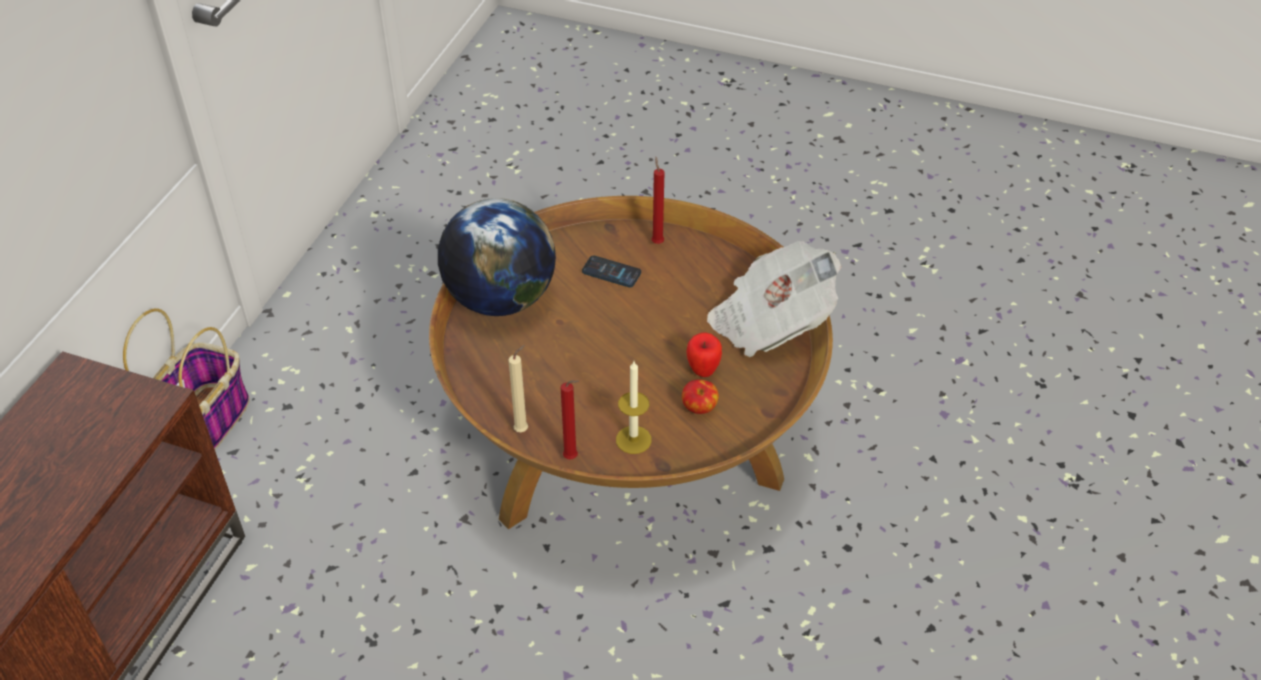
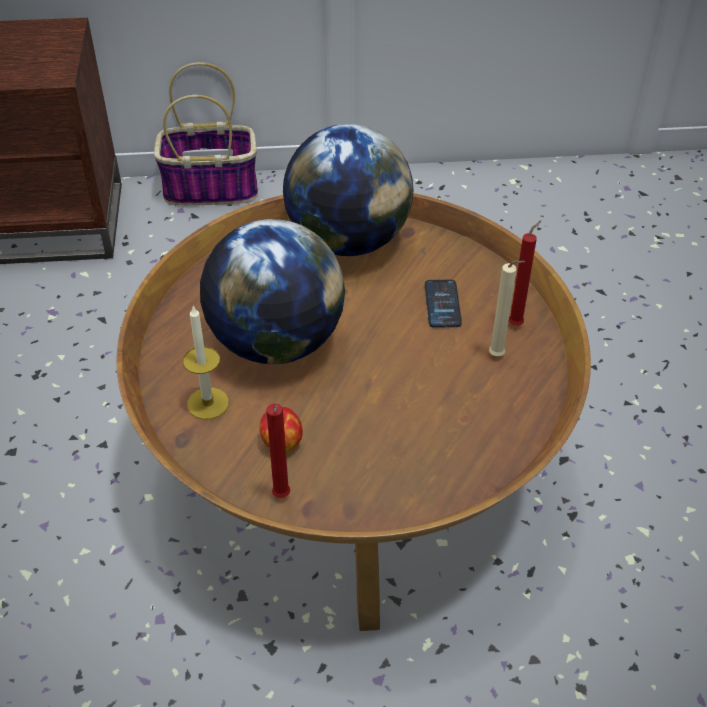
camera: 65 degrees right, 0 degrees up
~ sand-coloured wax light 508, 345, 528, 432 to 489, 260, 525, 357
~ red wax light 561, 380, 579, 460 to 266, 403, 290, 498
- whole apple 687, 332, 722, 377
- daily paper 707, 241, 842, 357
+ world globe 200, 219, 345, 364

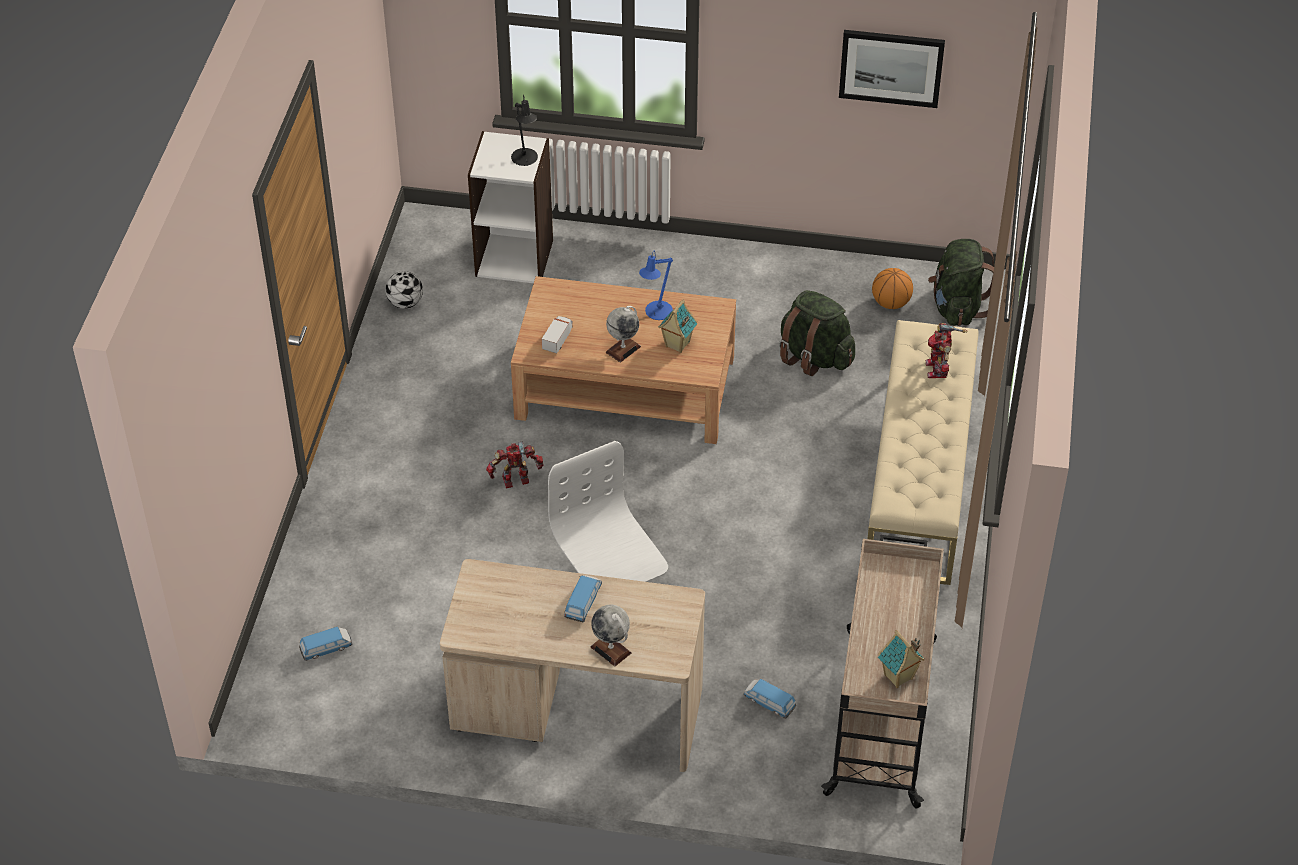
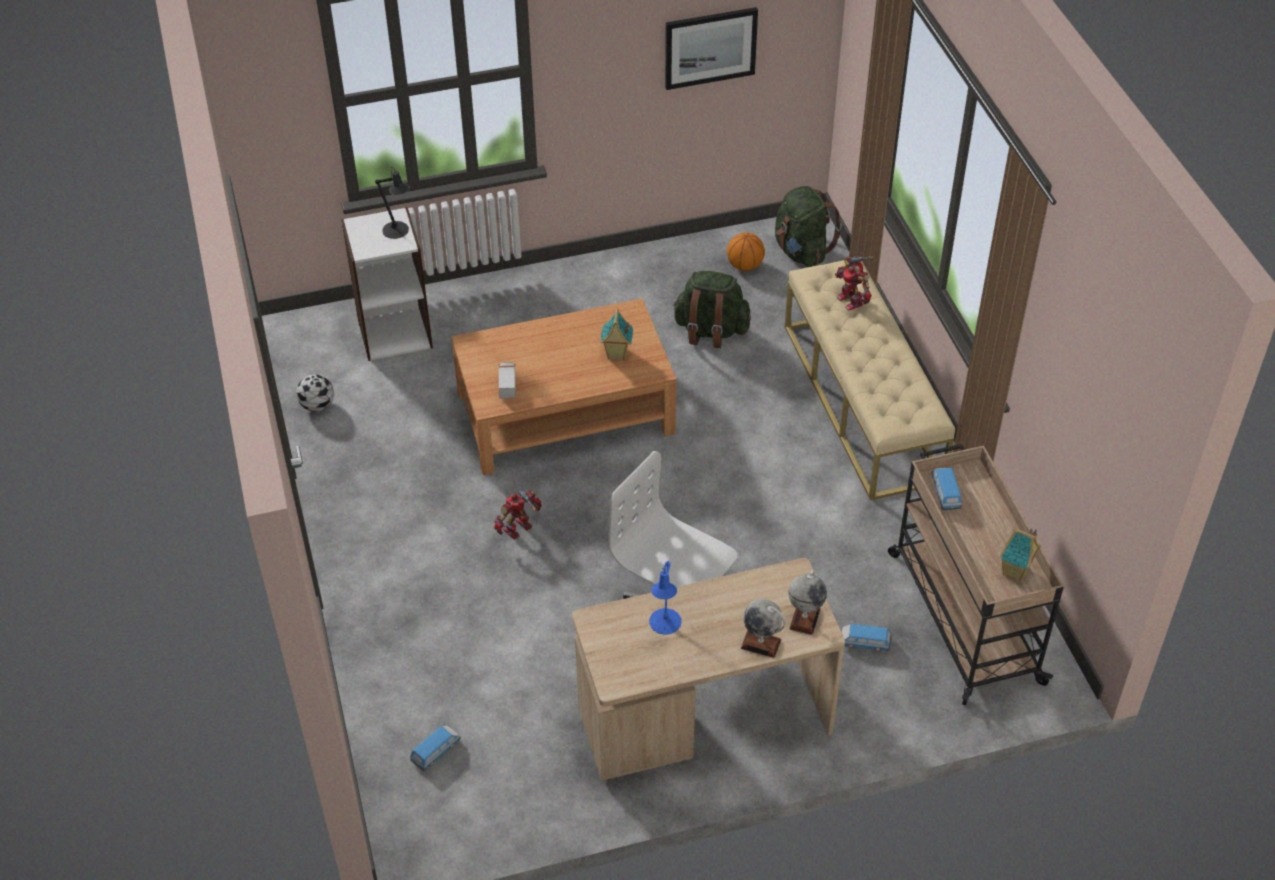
camera: 25 degrees left, 0 degrees up
~ model car 564, 575, 602, 622 to 932, 468, 962, 510
~ world globe 606, 306, 641, 362 to 788, 570, 827, 635
~ blue-coloured tabletop lamp 639, 251, 673, 320 to 649, 561, 681, 635

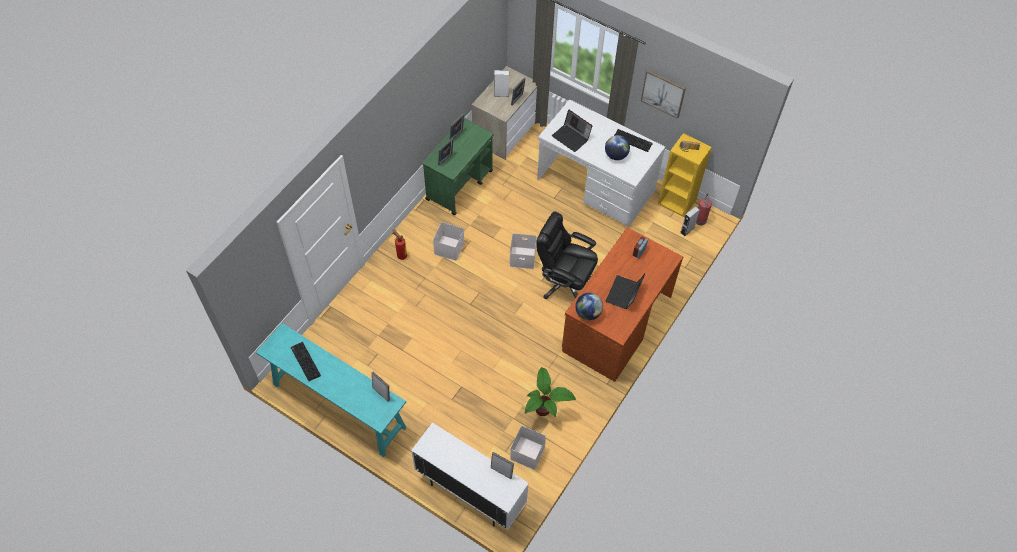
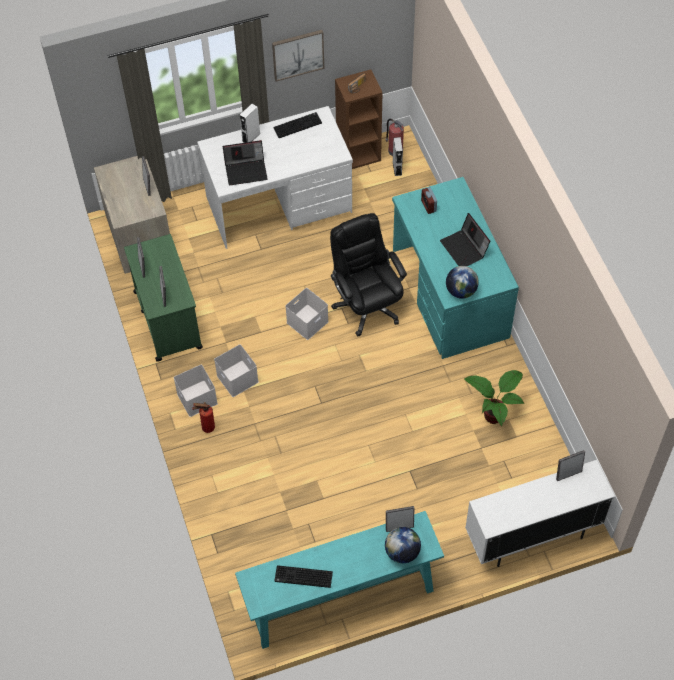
camera: 50 degrees left, 0 degrees up
~ white audio speaker 494, 70, 509, 97 to 240, 104, 261, 143
~ white storage bin 510, 426, 546, 470 to 174, 365, 218, 417
~ black-coloured office chair 536, 212, 598, 299 = 330, 213, 407, 336 90 degrees clockwise
~ brown-coloured desk 562, 227, 683, 382 to turquoise-coloured desk 392, 177, 519, 359
~ world globe 605, 135, 630, 160 to 385, 527, 421, 563
~ yellowish bookshelf 658, 133, 712, 217 to brown-coloured bookshelf 335, 70, 382, 169

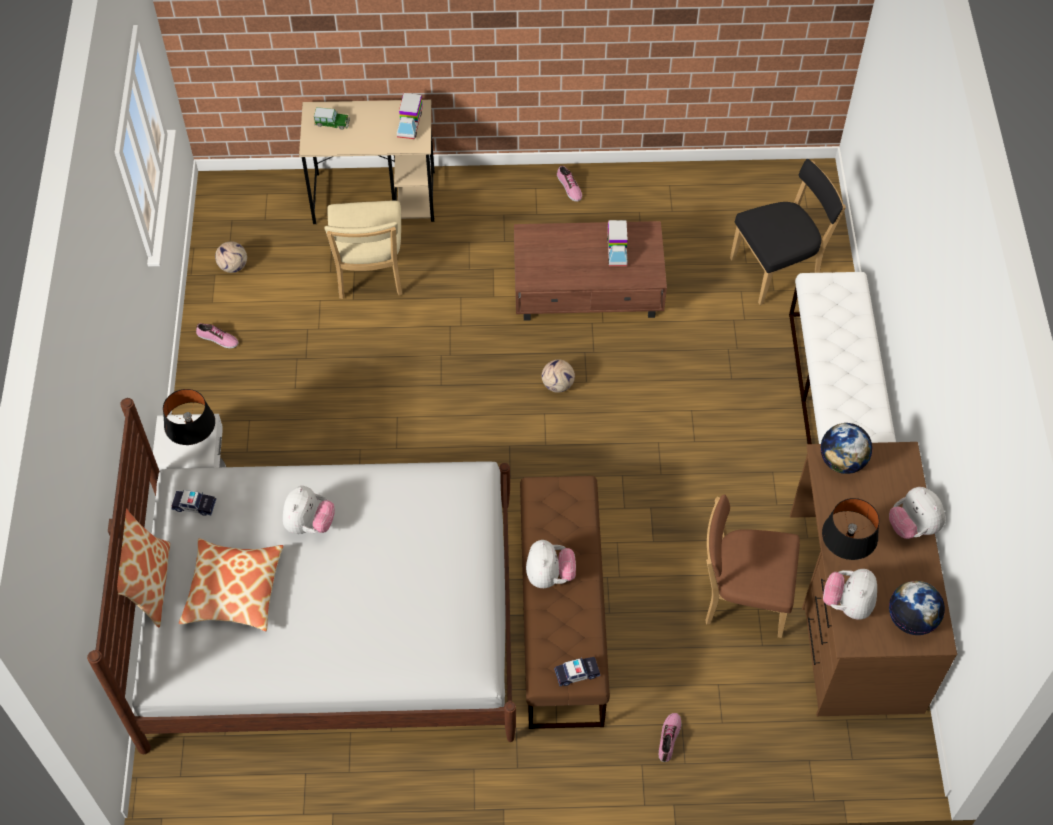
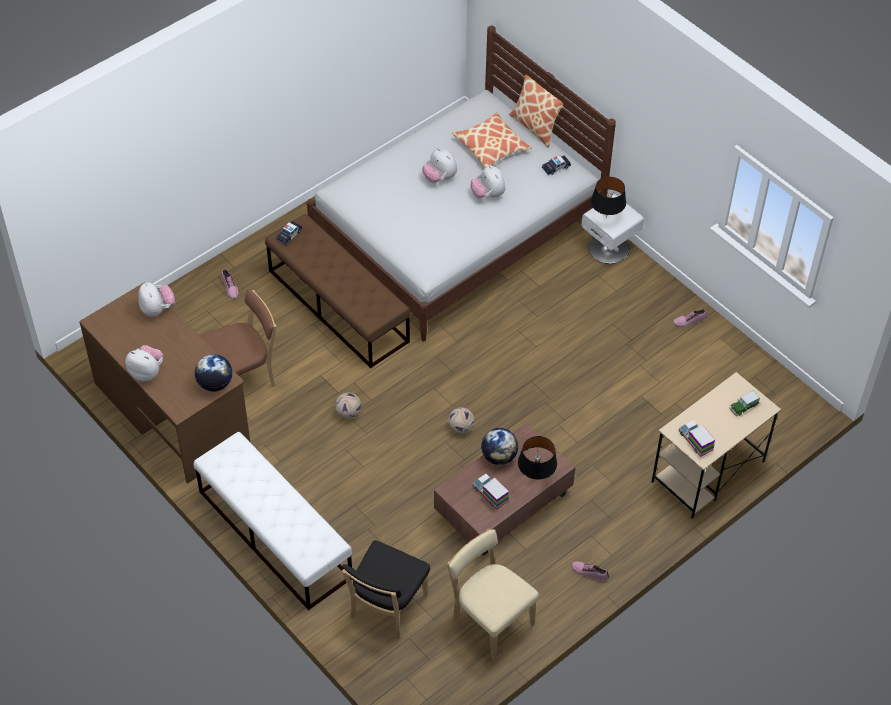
camera: 140 degrees right, 5 degrees down
~ football ball 215, 242, 247, 273 to 335, 393, 361, 418
~ sand-coloured plain chair 324, 200, 402, 299 to 447, 529, 539, 660
~ cuddly toy 526, 540, 576, 588 to 422, 148, 457, 183
~ black-coloured tabletop lamp 822, 498, 879, 560 to 518, 436, 557, 480
~ world globe 889, 581, 945, 635 to 481, 428, 518, 465

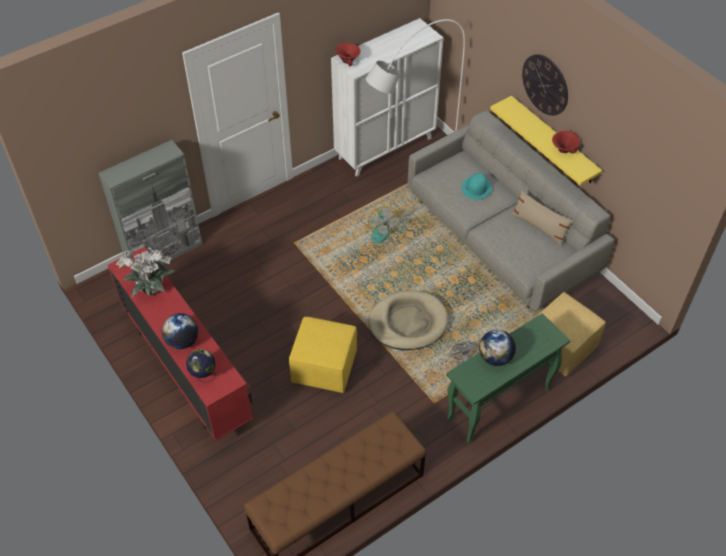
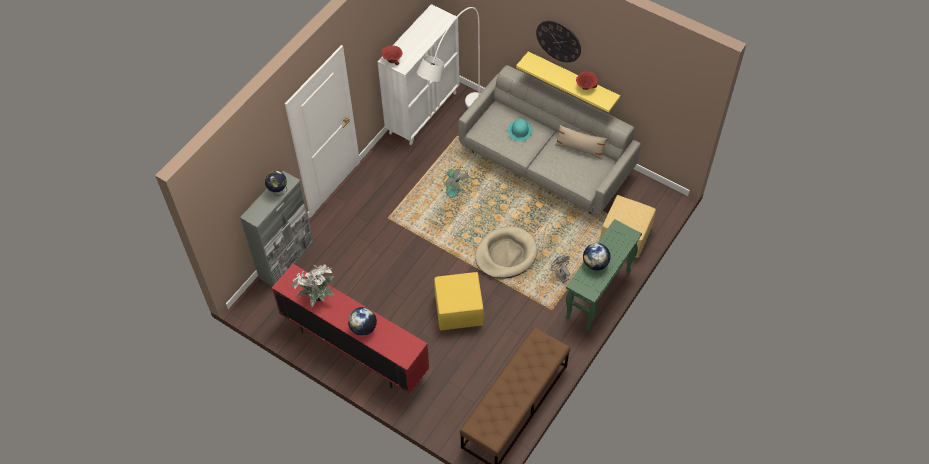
camera: 20 degrees left, 5 degrees up
~ world globe 186, 349, 216, 383 to 265, 171, 287, 196

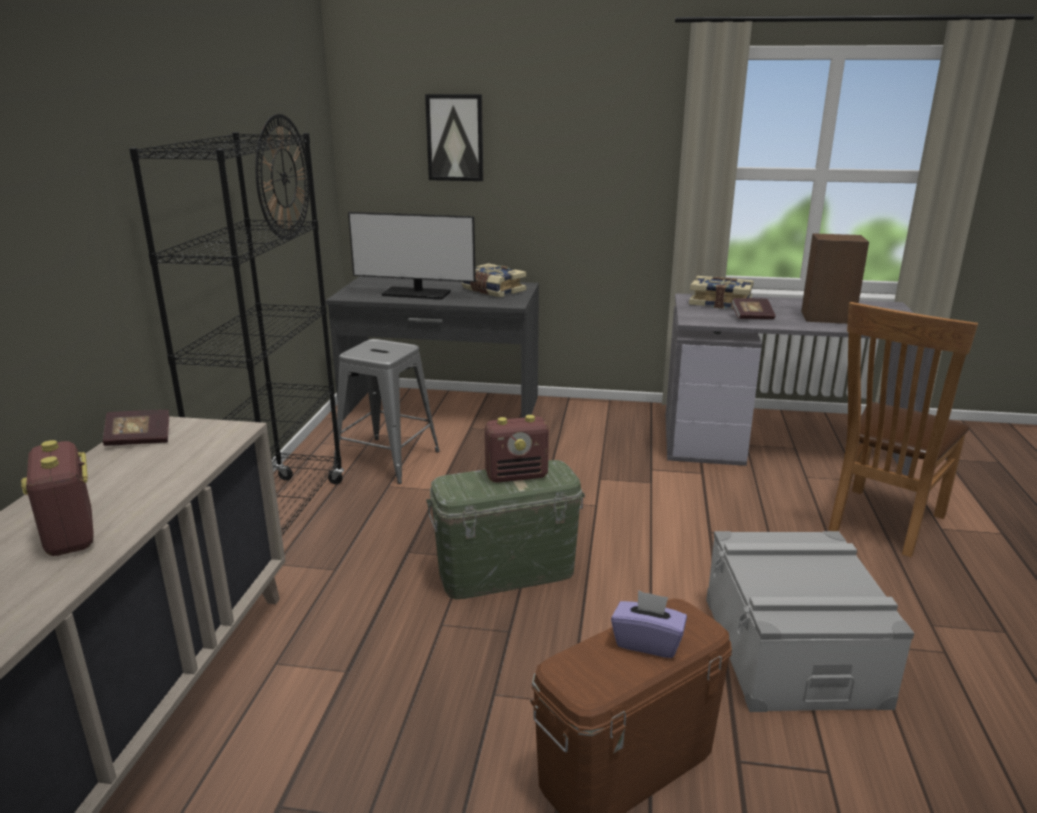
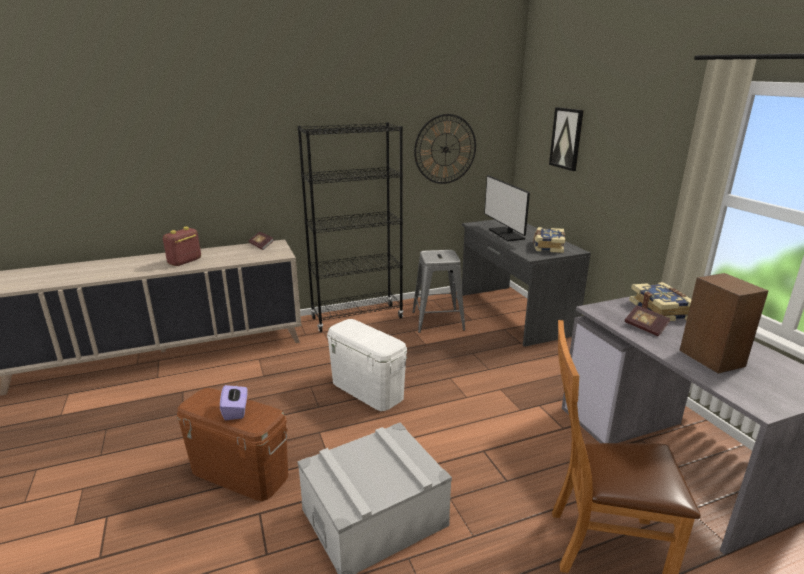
camera: 60 degrees right, 0 degrees up
~ green storage bin 426, 460, 585, 599 to white storage bin 327, 319, 407, 411
- radio set 485, 415, 549, 482

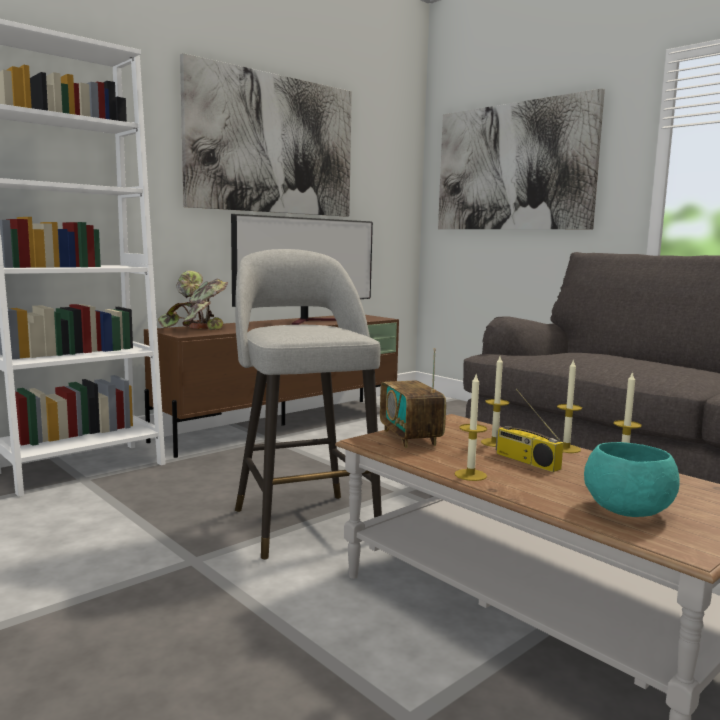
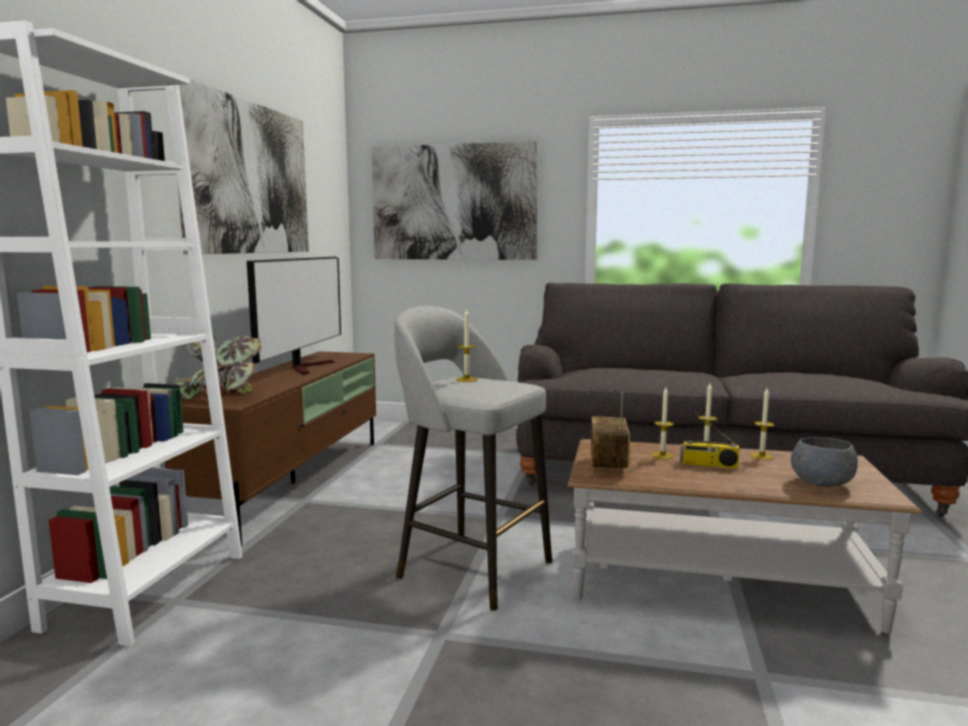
camera: 35 degrees left, 0 degrees up
~ radio set 380, 348, 446, 448 = 591, 393, 630, 475 60 degrees clockwise
~ wax light 455, 375, 487, 481 to 456, 308, 478, 382
~ turquoise-coloured bowl 584, 442, 679, 517 to grey bowl 791, 437, 858, 487

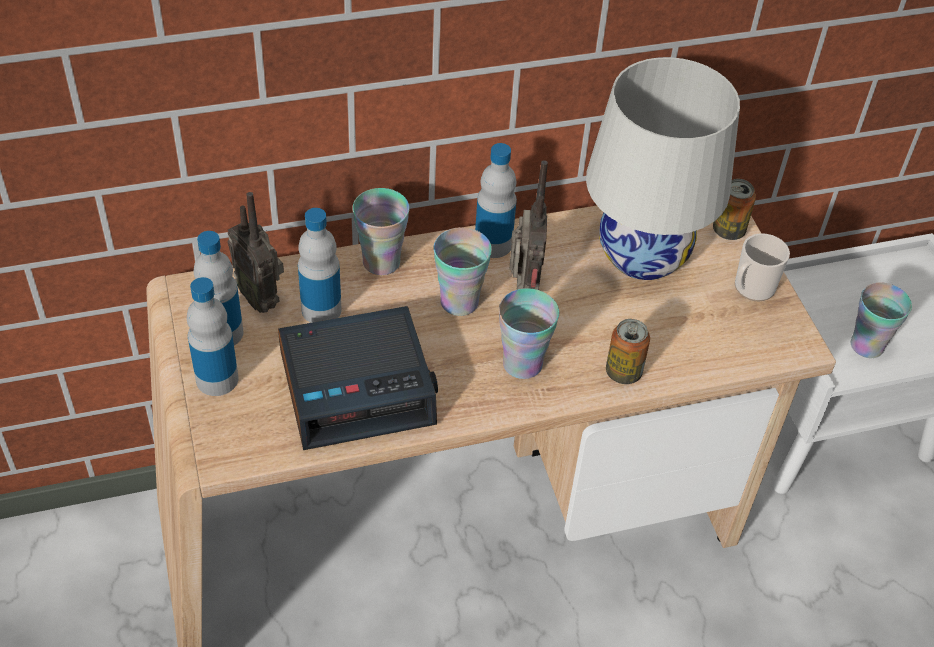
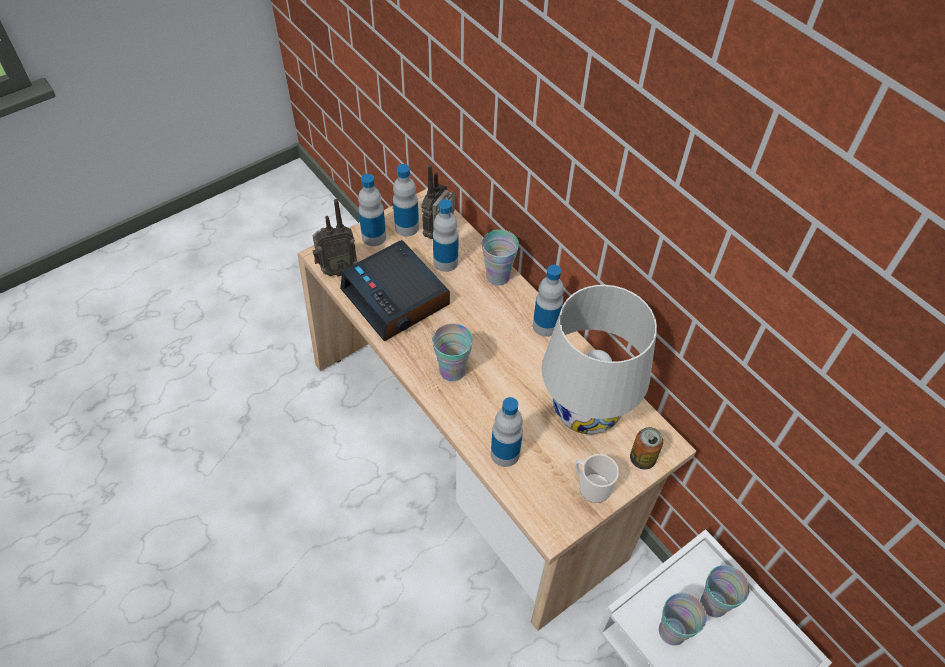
camera: 70 degrees right, 5 degrees up
~ small cup 433, 227, 492, 316 to 700, 565, 749, 617
~ radio set 509, 160, 548, 290 to 312, 199, 358, 277
- sealed can 606, 319, 650, 384
+ beverage bottle 491, 397, 523, 467

